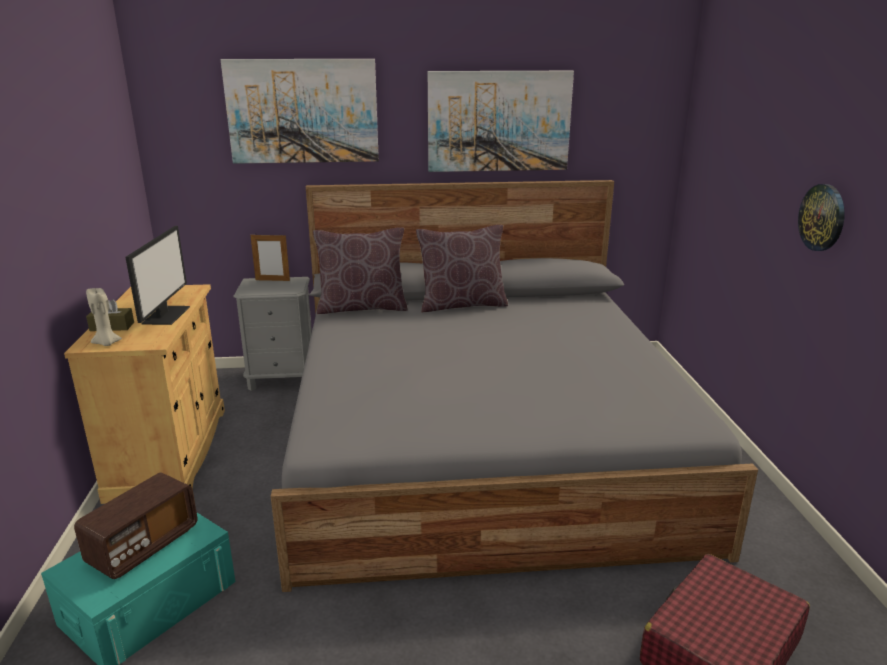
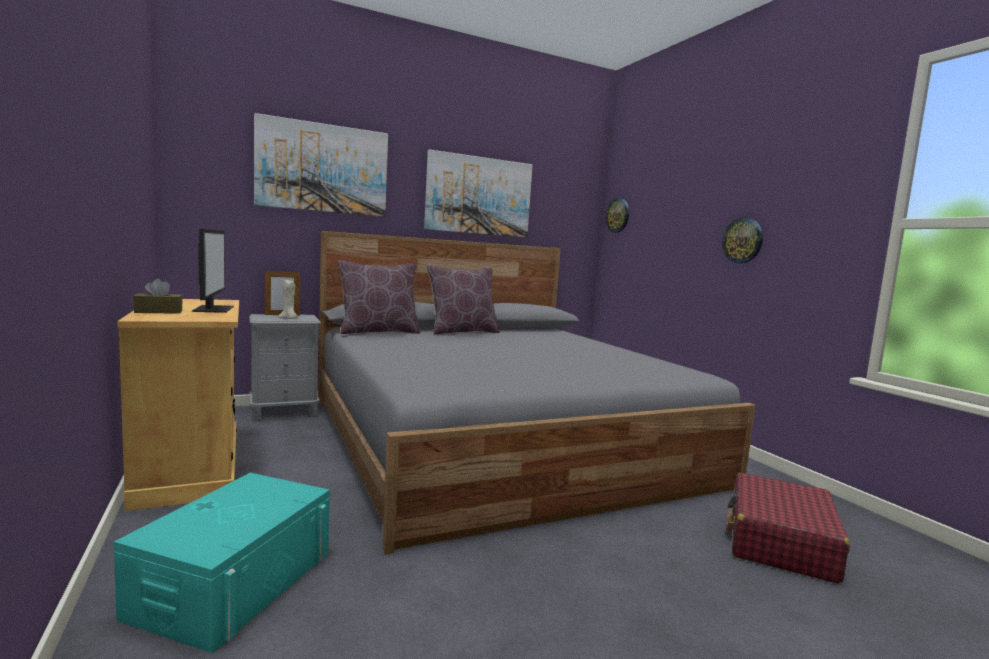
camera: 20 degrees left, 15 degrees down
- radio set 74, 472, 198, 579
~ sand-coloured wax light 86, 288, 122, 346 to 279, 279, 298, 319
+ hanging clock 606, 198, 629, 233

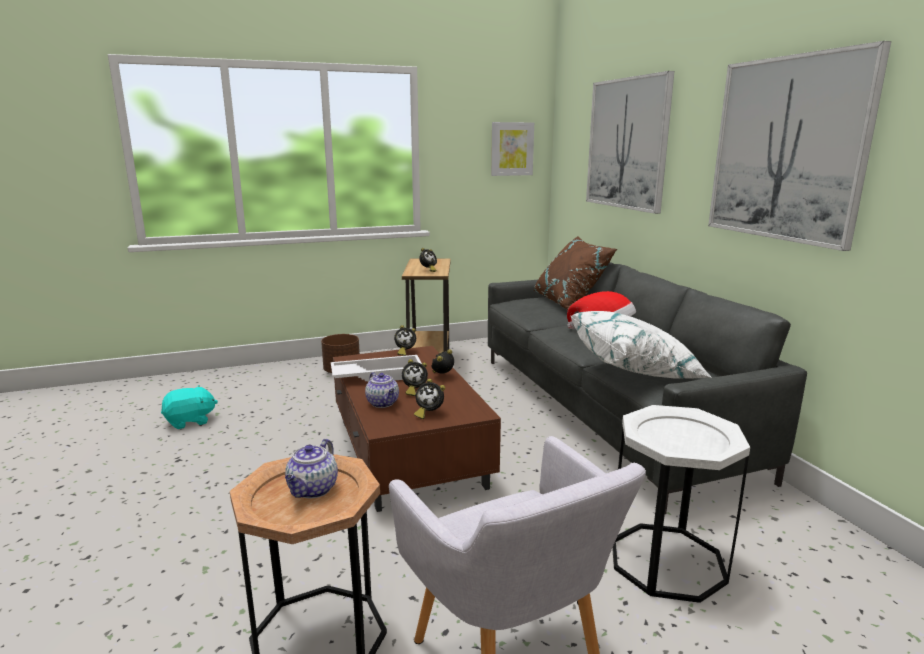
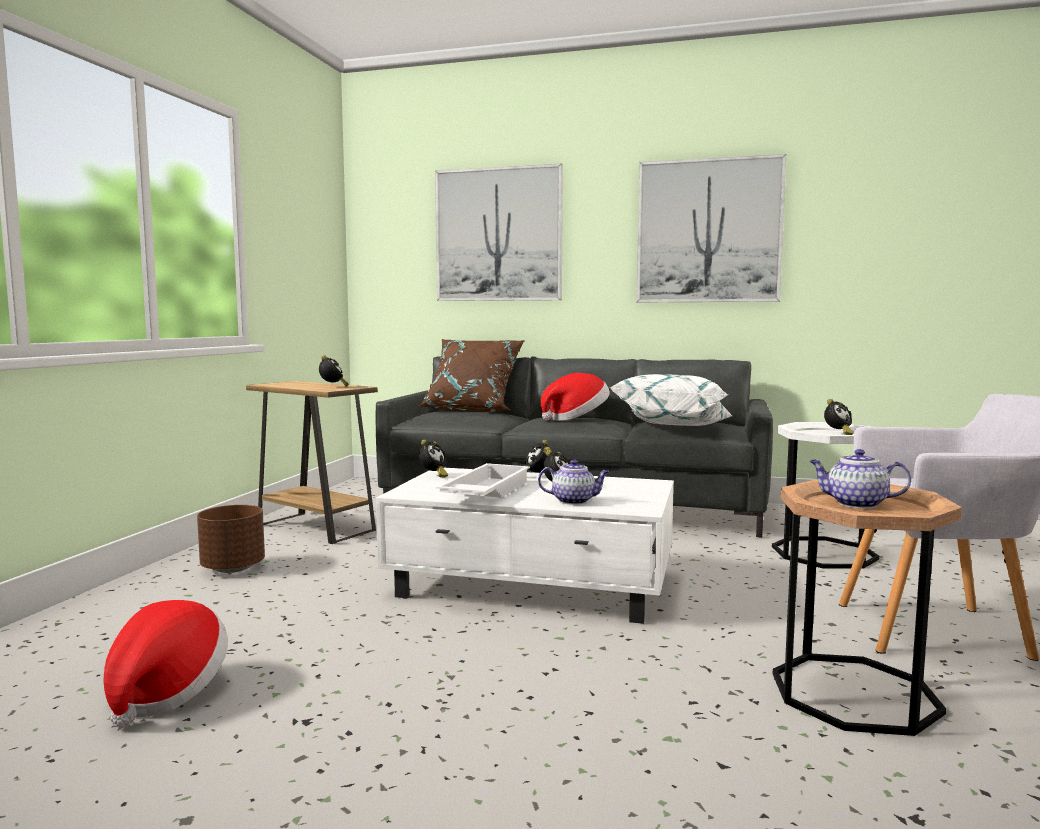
camera: 55 degrees left, 10 degrees down
~ turquoise-coloured cuddly toy 161, 385, 218, 429 to clothing hat 104, 600, 228, 727
~ teapot 285, 439, 338, 498 = 809, 449, 911, 509 150 degrees clockwise
~ brown-coloured low table 333, 346, 501, 512 to white low table 376, 468, 674, 624
~ alarm clock 414, 379, 445, 419 to 824, 399, 854, 435
- wall art 491, 122, 534, 176

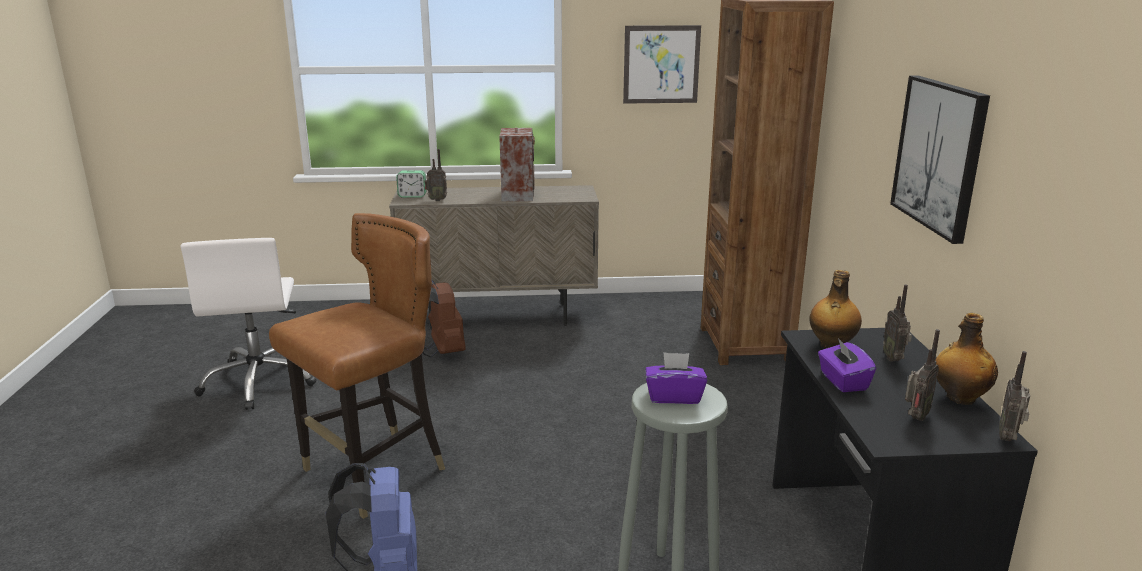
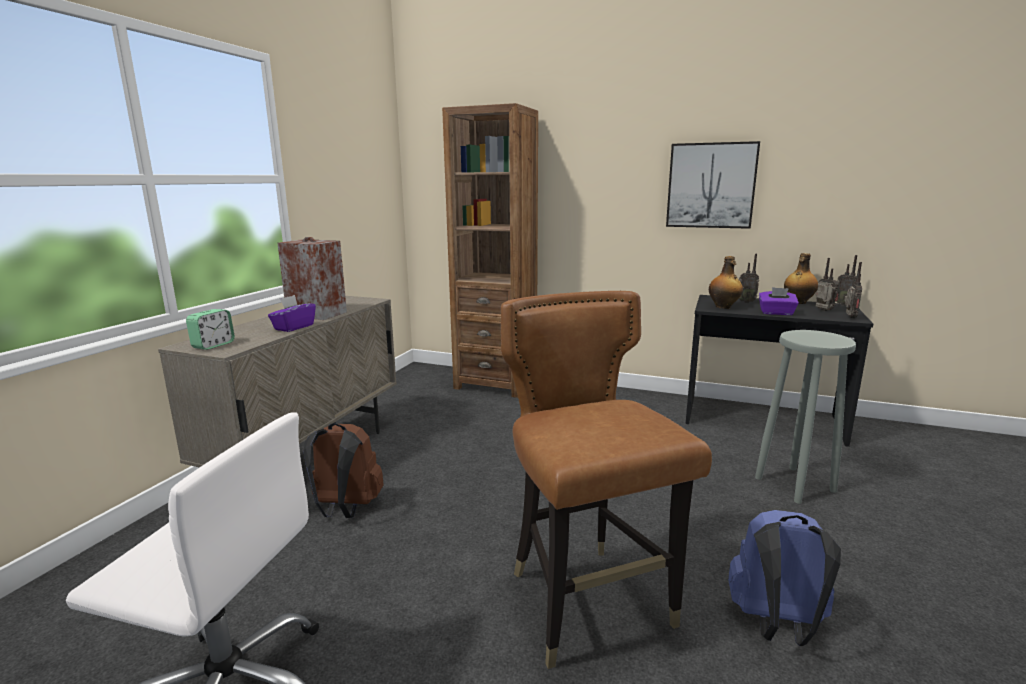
camera: 65 degrees left, 5 degrees down
~ radio set 424, 149, 447, 201 to 844, 262, 862, 318
- wall art 623, 25, 701, 104
~ purple-coloured box of tissues 646, 352, 707, 404 to 268, 295, 316, 332

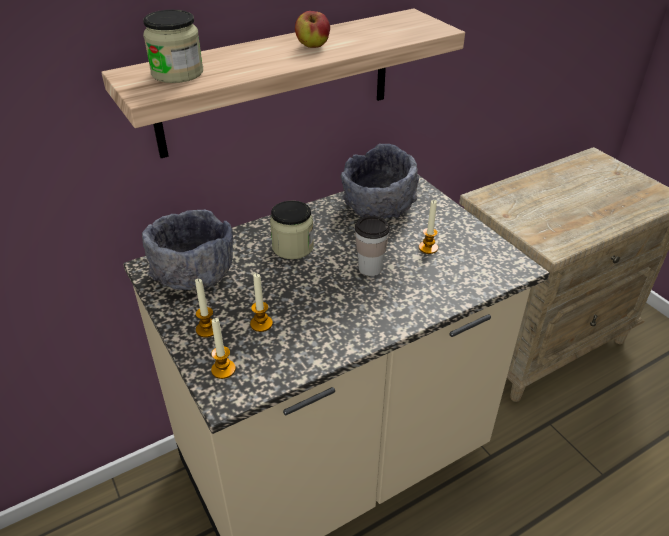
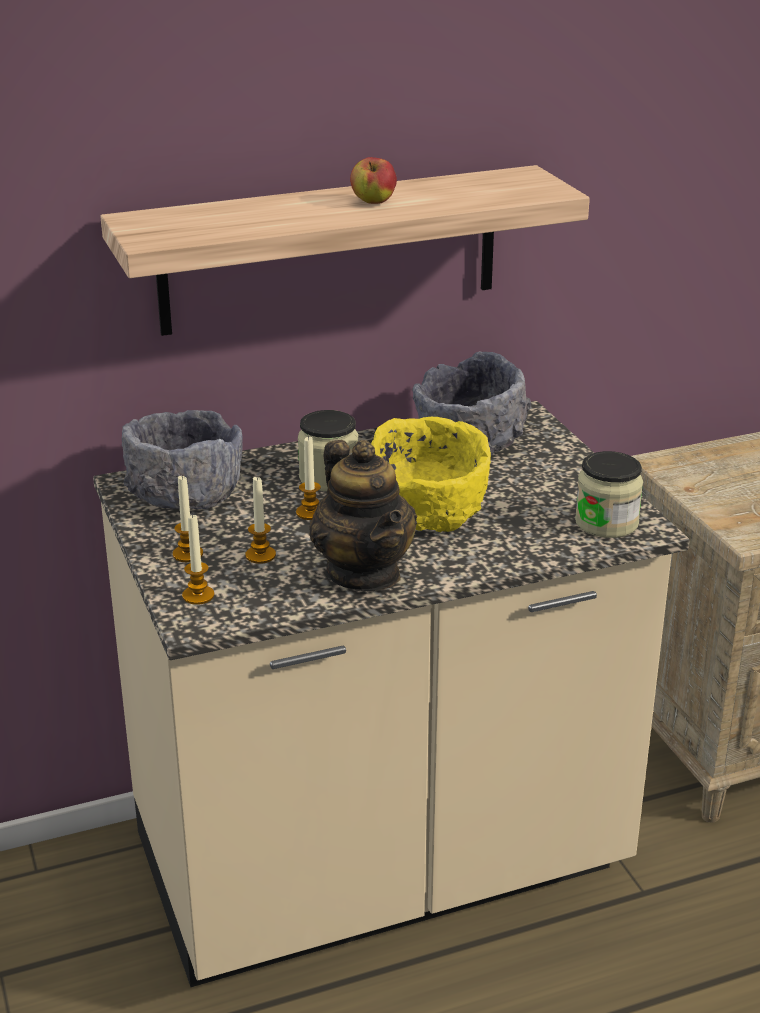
camera: 10 degrees right, 10 degrees down
~ jar 143, 10, 203, 83 to 575, 451, 643, 538
~ small cup 355, 216, 390, 276 to yellowish bowl 371, 417, 491, 532
~ wax light 419, 200, 438, 254 to 296, 436, 321, 520
+ teapot 309, 440, 417, 591

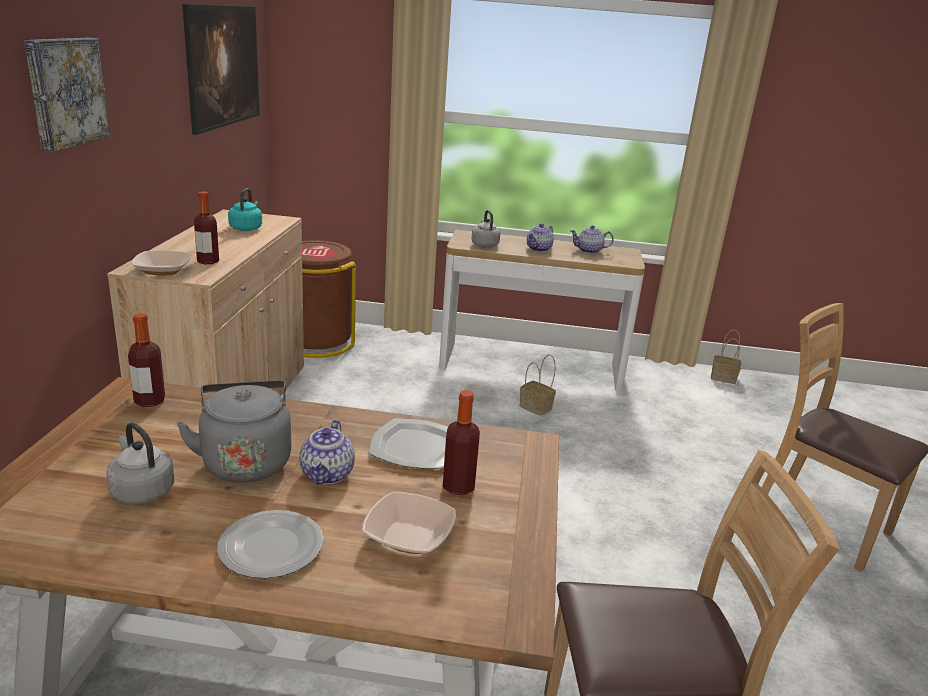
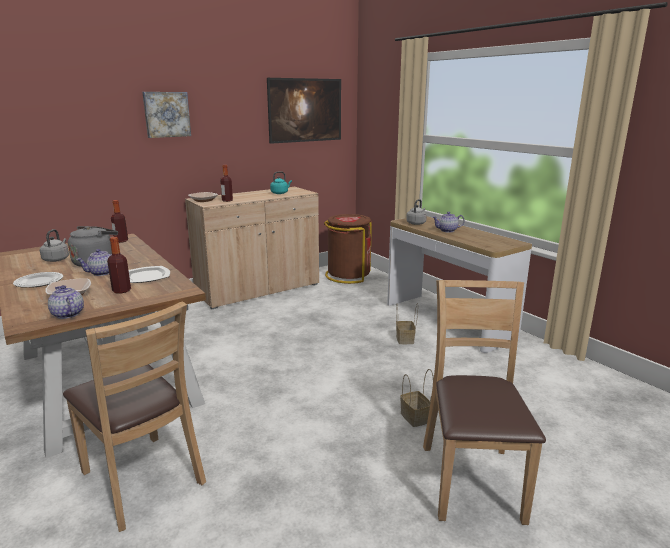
camera: 50 degrees right, 5 degrees down
~ teapot 570, 225, 614, 254 to 48, 285, 84, 319
~ household basket 711, 330, 742, 384 to 400, 369, 434, 427

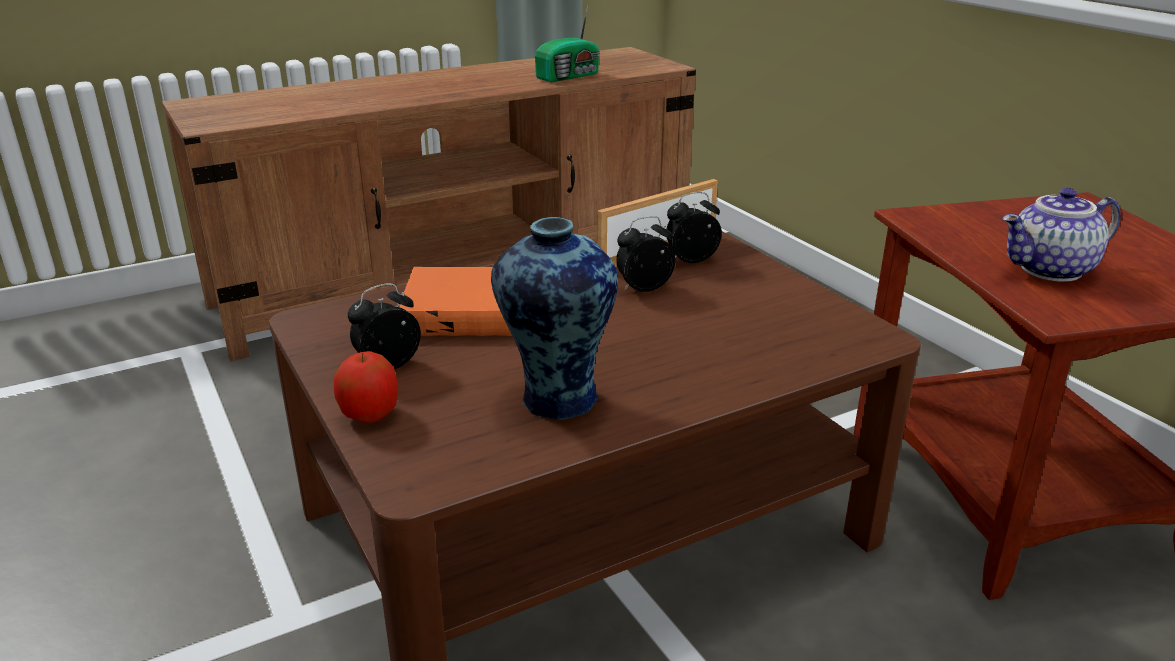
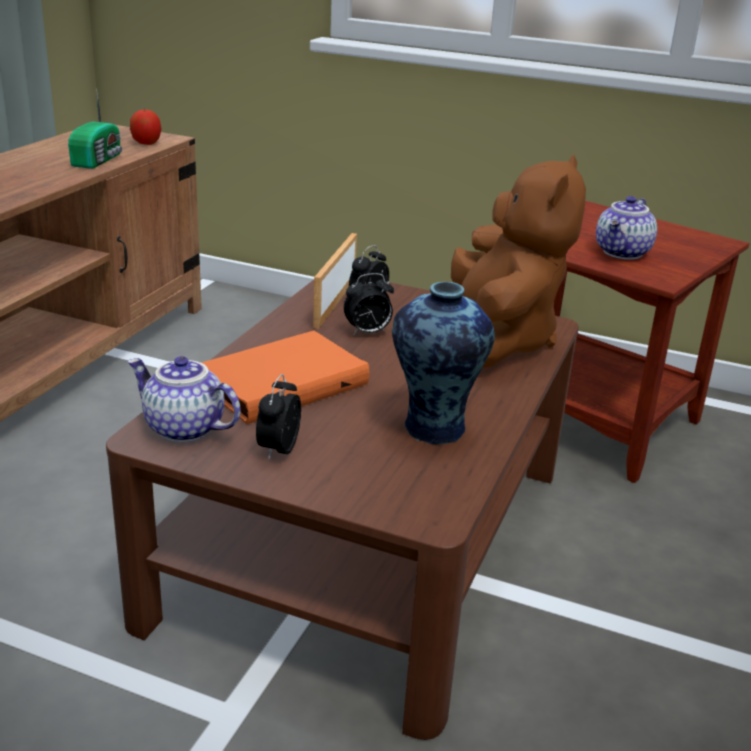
camera: 40 degrees left, 0 degrees up
~ whole apple 334, 351, 398, 423 to 130, 108, 161, 145
~ alarm clock 616, 216, 675, 292 = 344, 273, 394, 335 135 degrees counterclockwise
+ teapot 127, 356, 241, 442
+ brown-coloured cuddly toy 451, 155, 586, 368

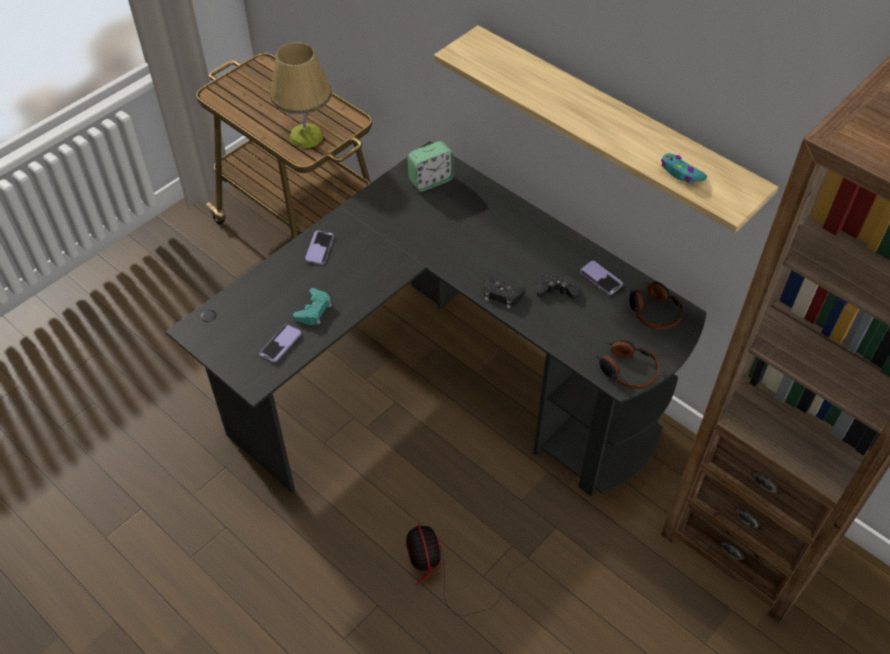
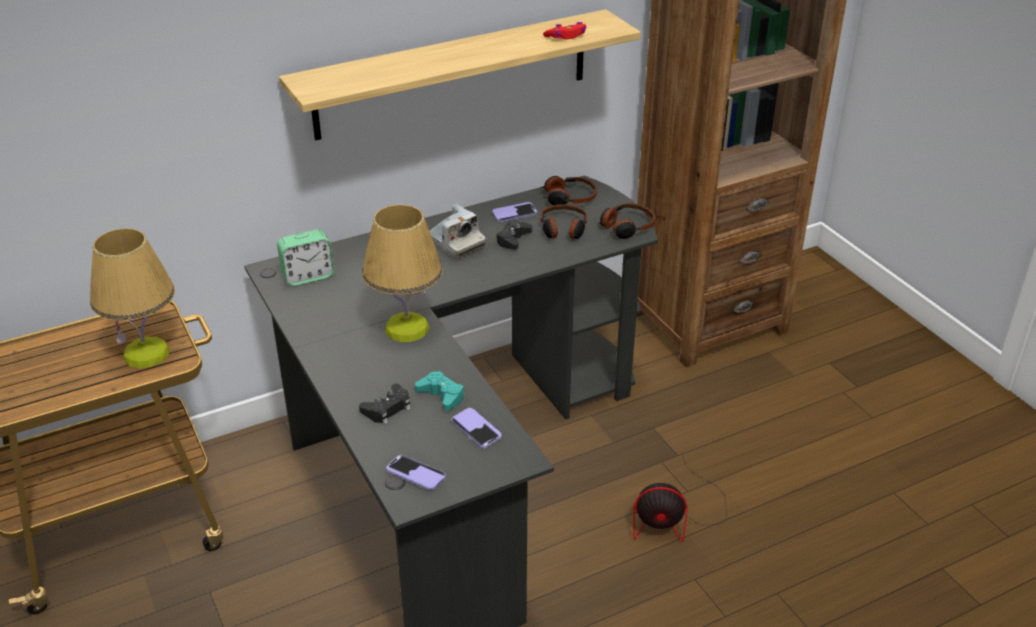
camera: 70 degrees left, 15 degrees down
~ handset 305, 230, 334, 265 to 386, 455, 446, 490
~ alarm clock 408, 141, 454, 192 = 277, 229, 334, 286 75 degrees clockwise
~ black-coloured game controller 484, 276, 525, 309 to 359, 384, 411, 424
~ turquoise-coloured game controller 661, 153, 707, 183 to red game controller 543, 22, 587, 40
+ tabletop lamp 362, 204, 443, 342
+ still camera 430, 204, 486, 259
+ headset 541, 204, 587, 239

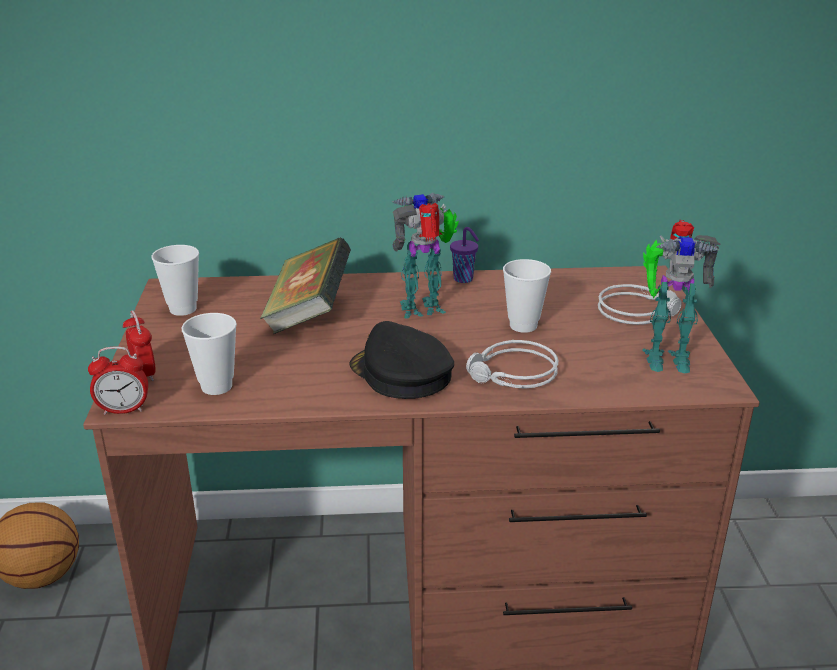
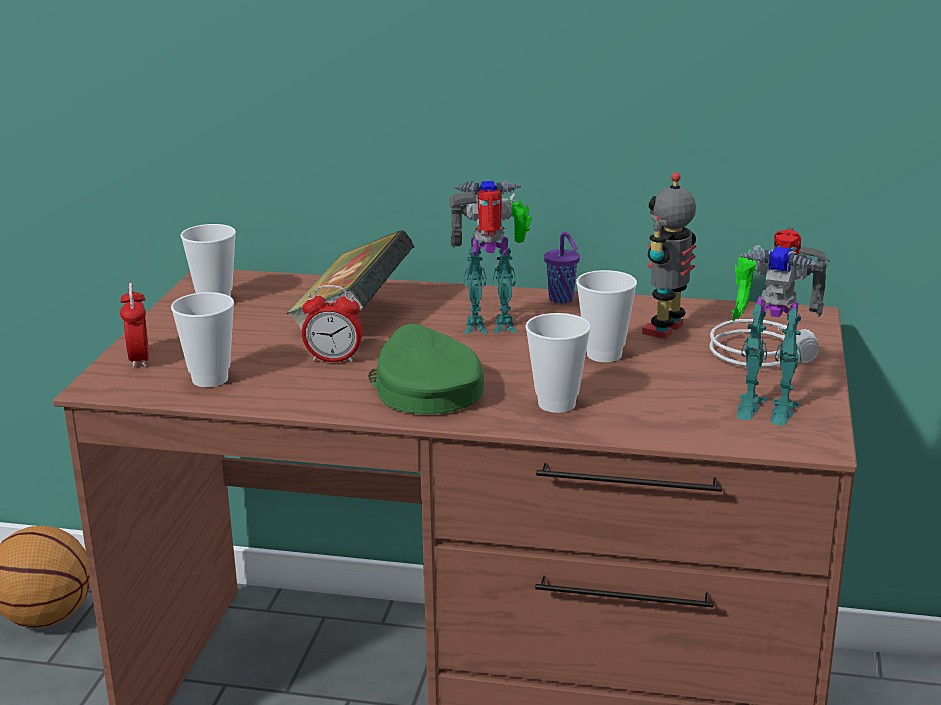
camera: 15 degrees right, 5 degrees down
~ alarm clock 88, 347, 148, 415 to 302, 285, 363, 363
~ black-coloured cap 349, 321, 454, 399 to green cap 368, 324, 484, 414
~ grey headset 466, 340, 558, 389 to small cup 525, 313, 591, 413
+ robot figure 642, 172, 696, 339

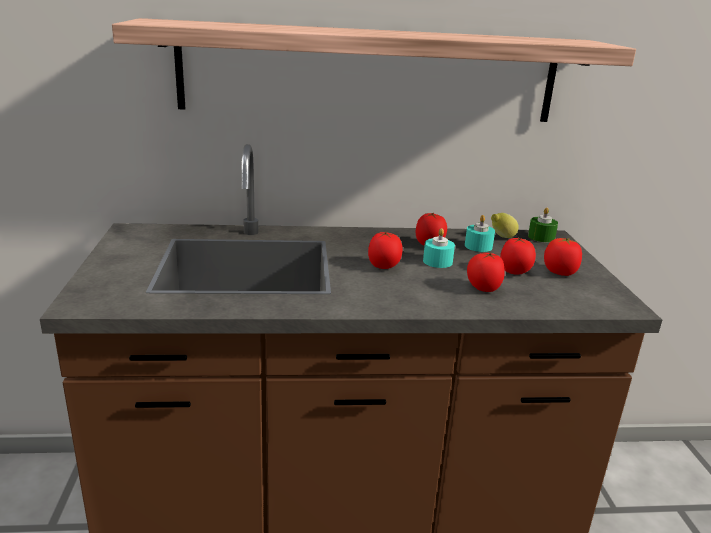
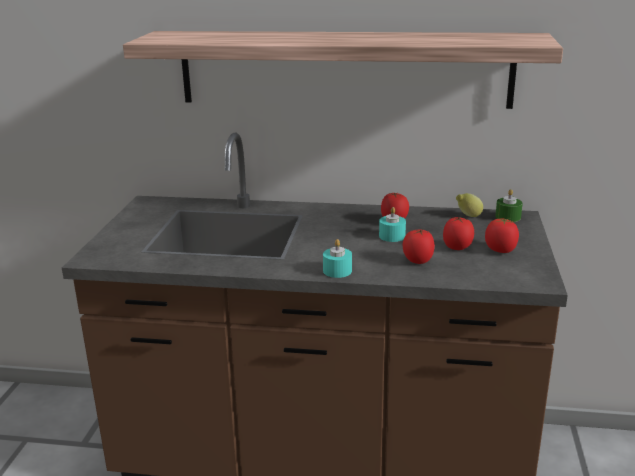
camera: 15 degrees right, 0 degrees up
- fresh tomato 368, 232, 403, 269
~ turquoise-coloured wax light 465, 215, 495, 252 to 323, 239, 352, 278

